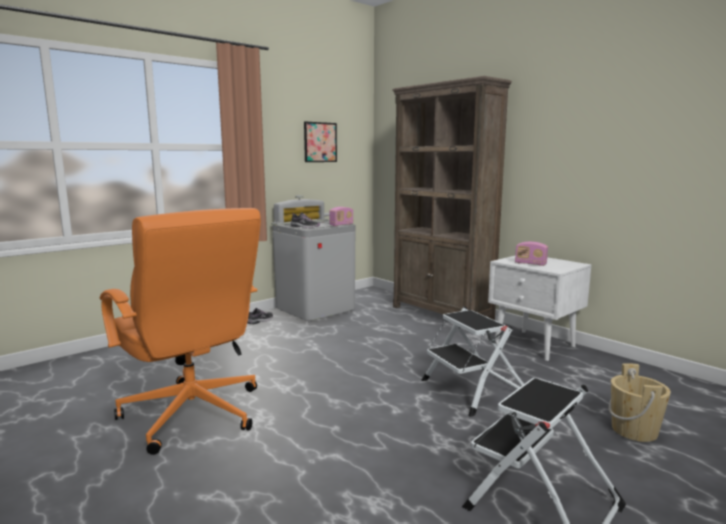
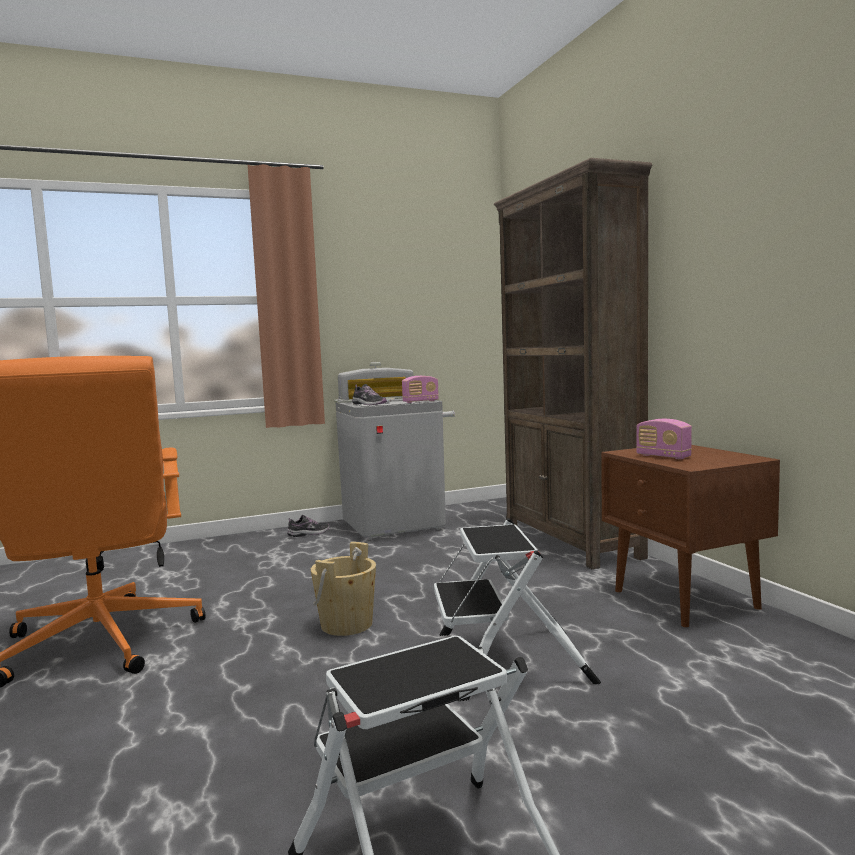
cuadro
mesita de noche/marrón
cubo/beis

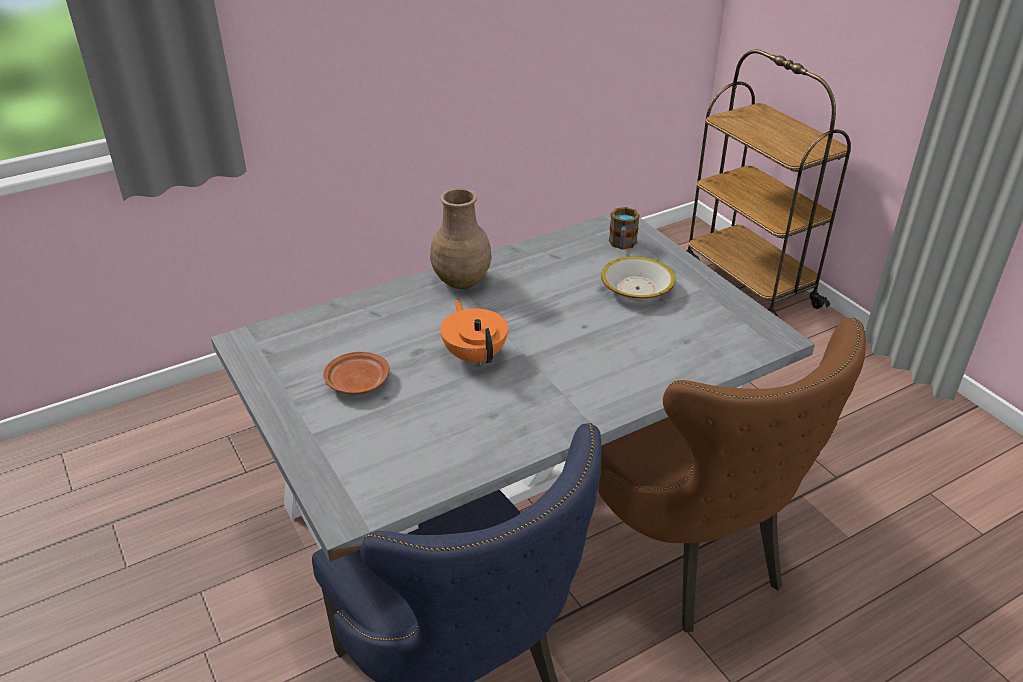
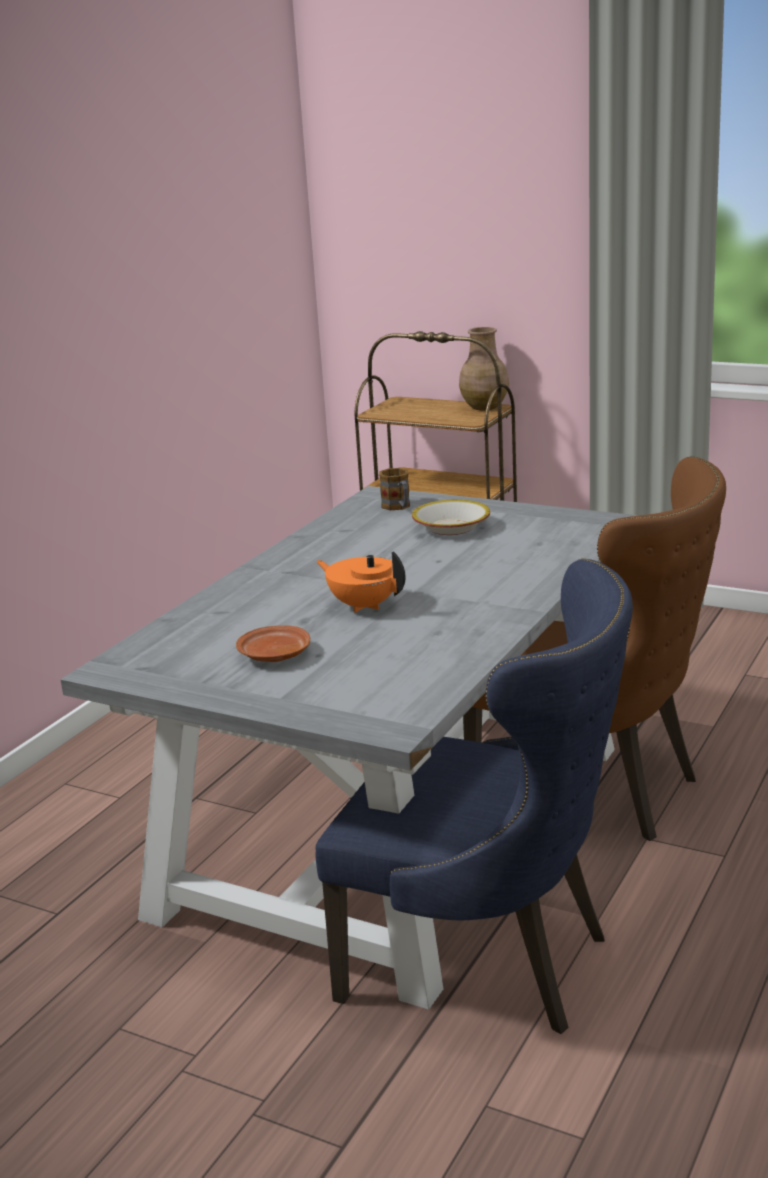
florero/marrón

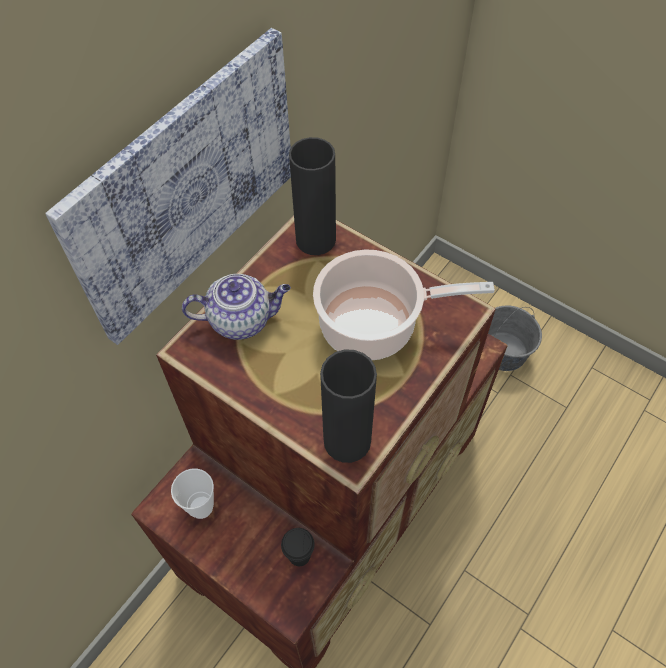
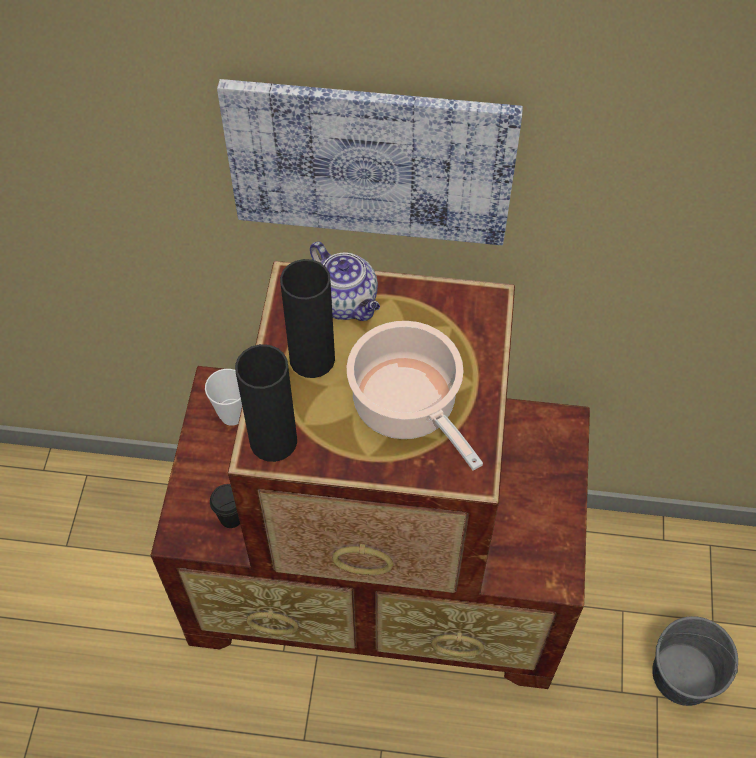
florero/negro (no. 2 from left)

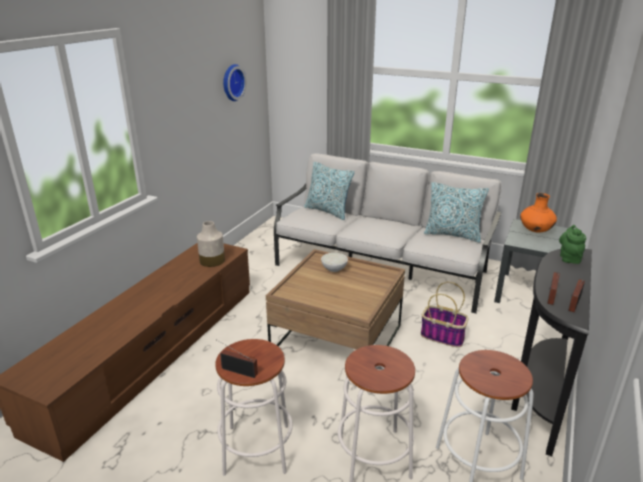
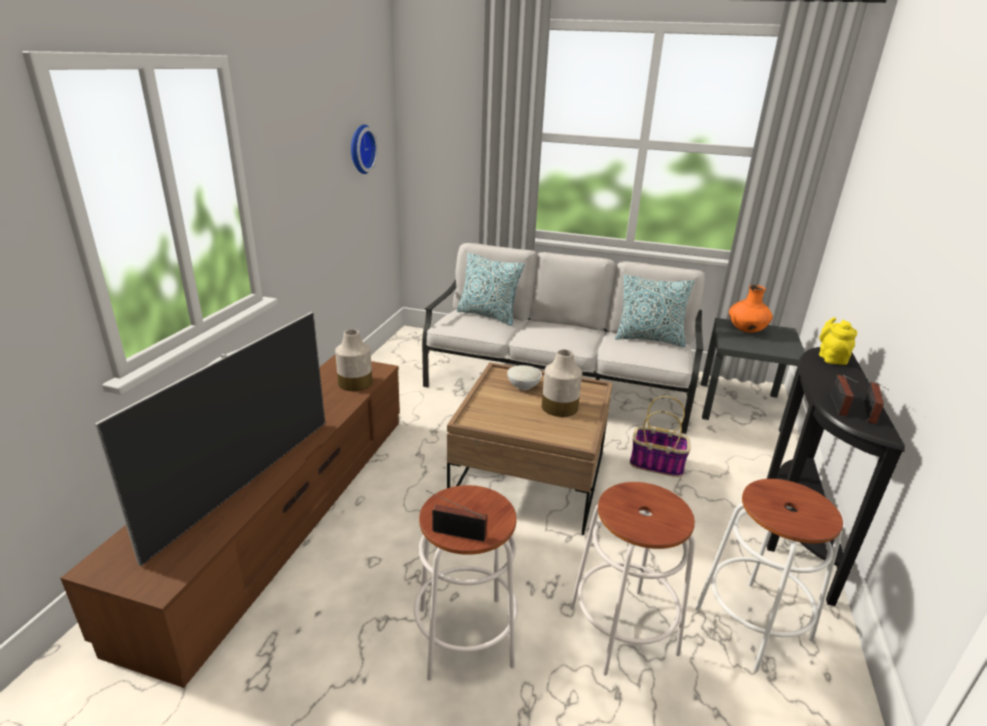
tetera/amarillo
televisor
florero/beis (no. 2 from left)

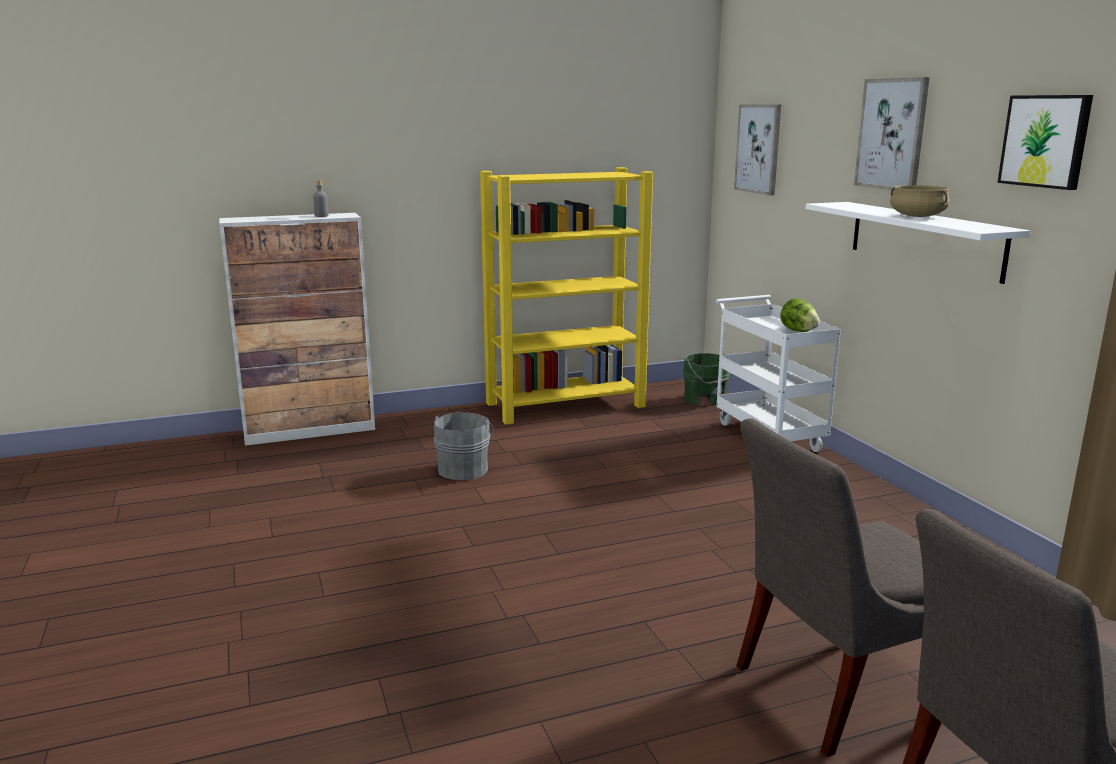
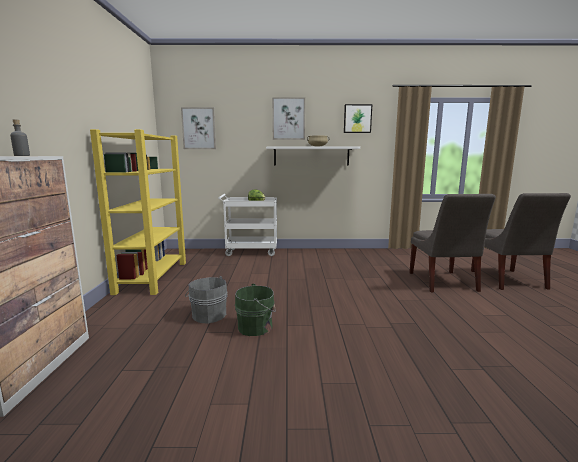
cubo/verde

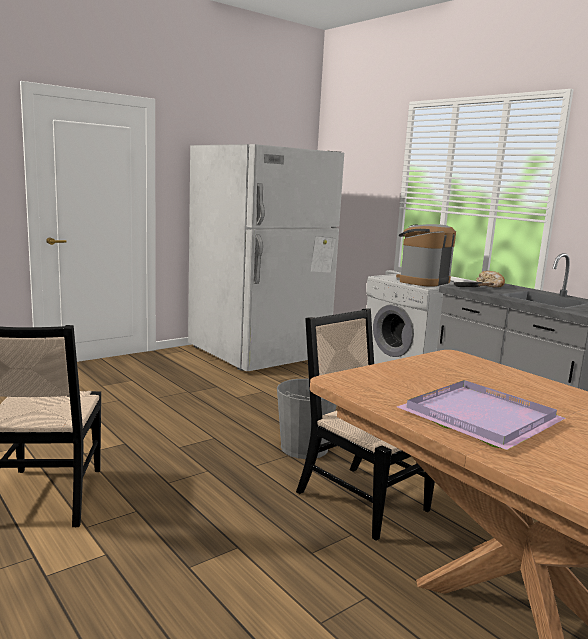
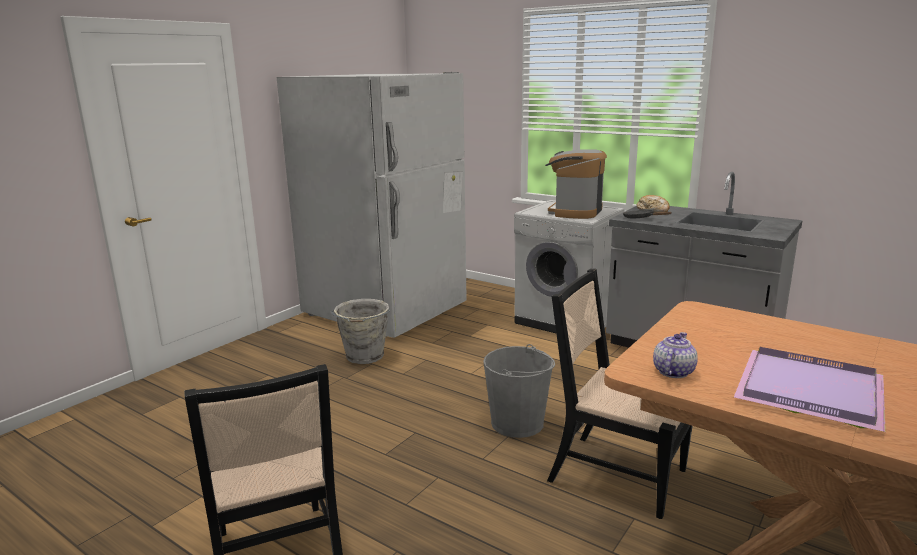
cubo/gris (no. 1 from left)
tetera

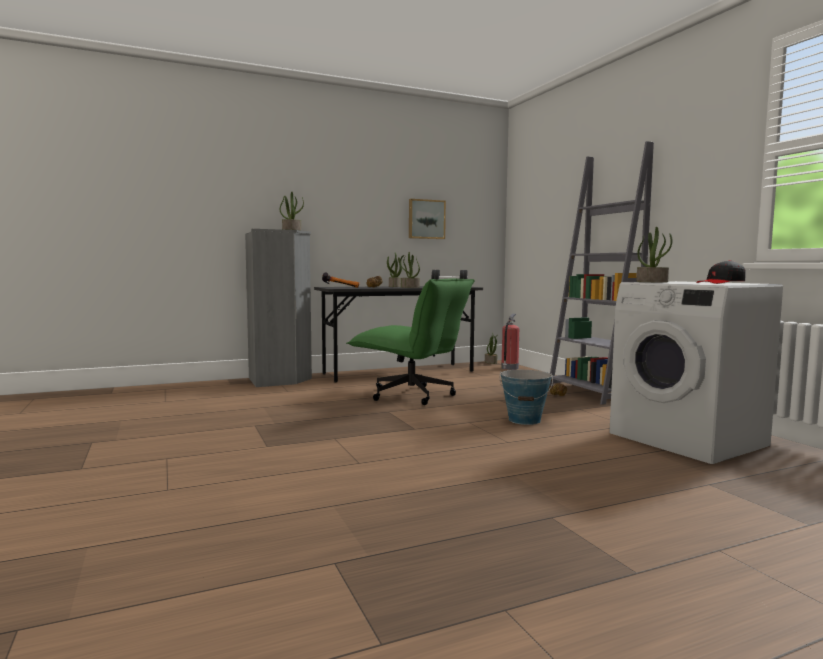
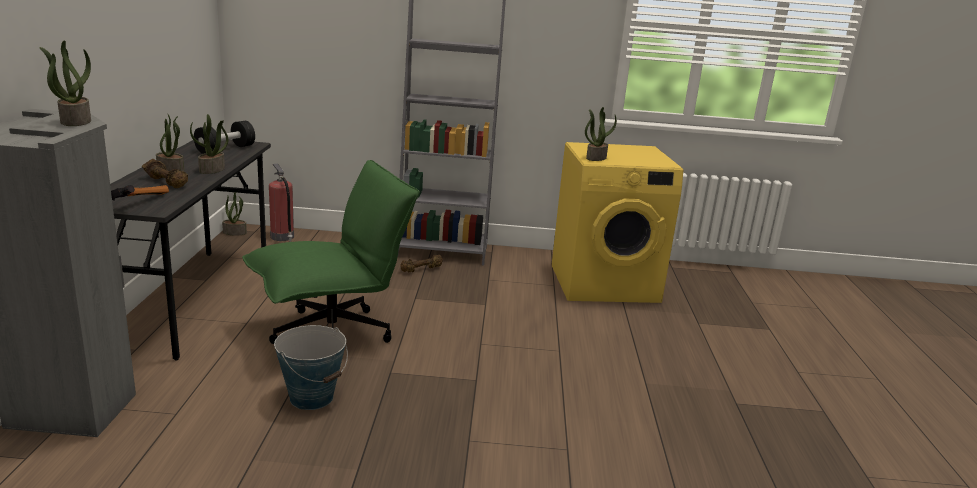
cuadro
gorra/negro
lavadora/amarillo
cubo

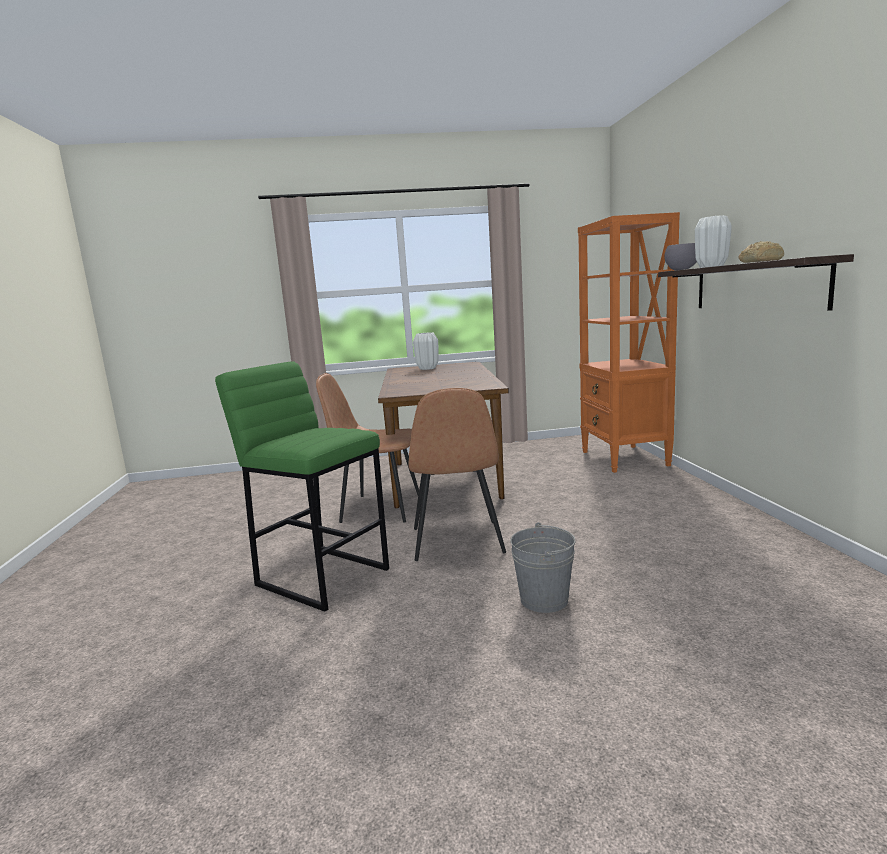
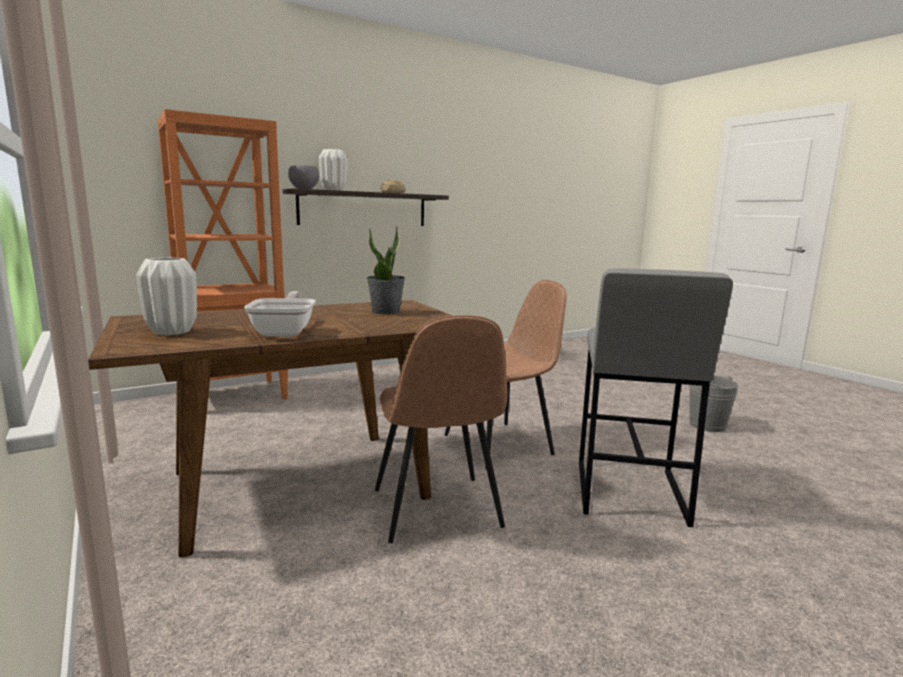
taburete/gris
cubo/gris
planta en maceta
sartén

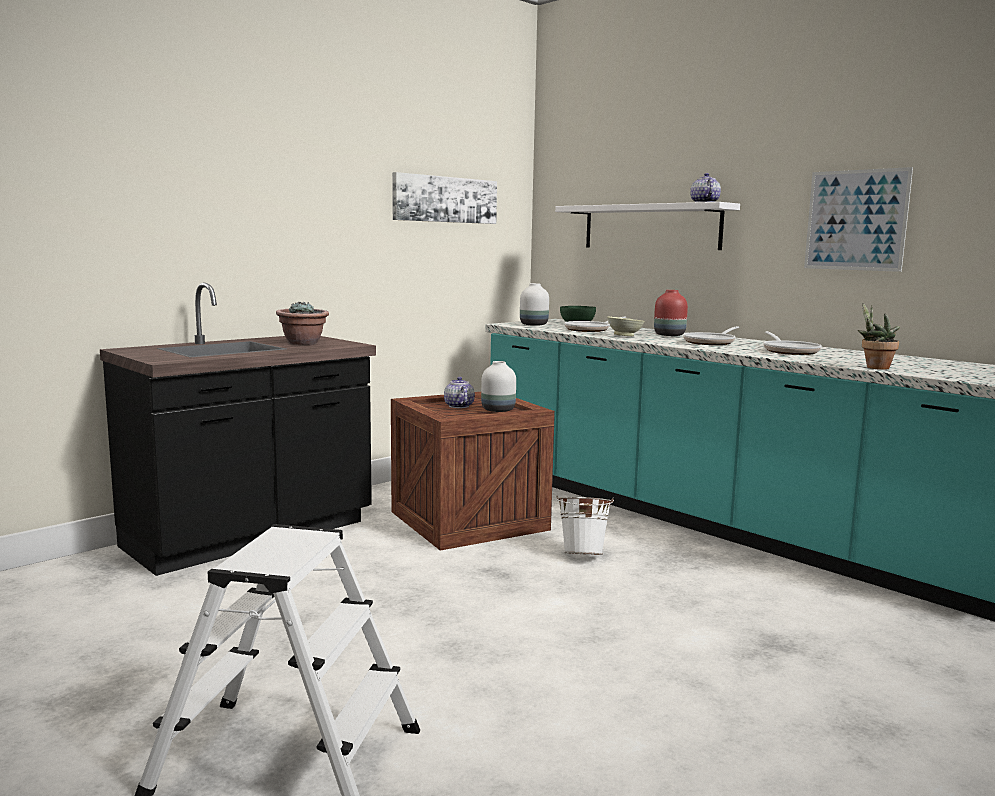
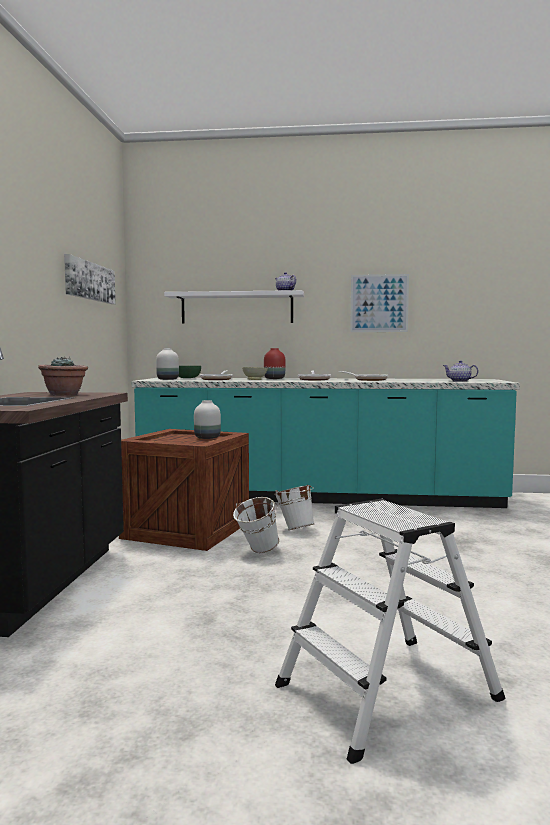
planta en maceta (no. 2 from left in the first image)
tetera (no. 2 from left)
cubo/blanco (no. 1 from left)

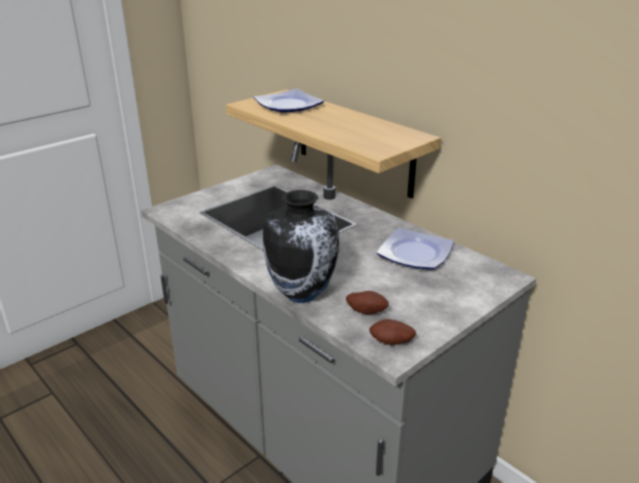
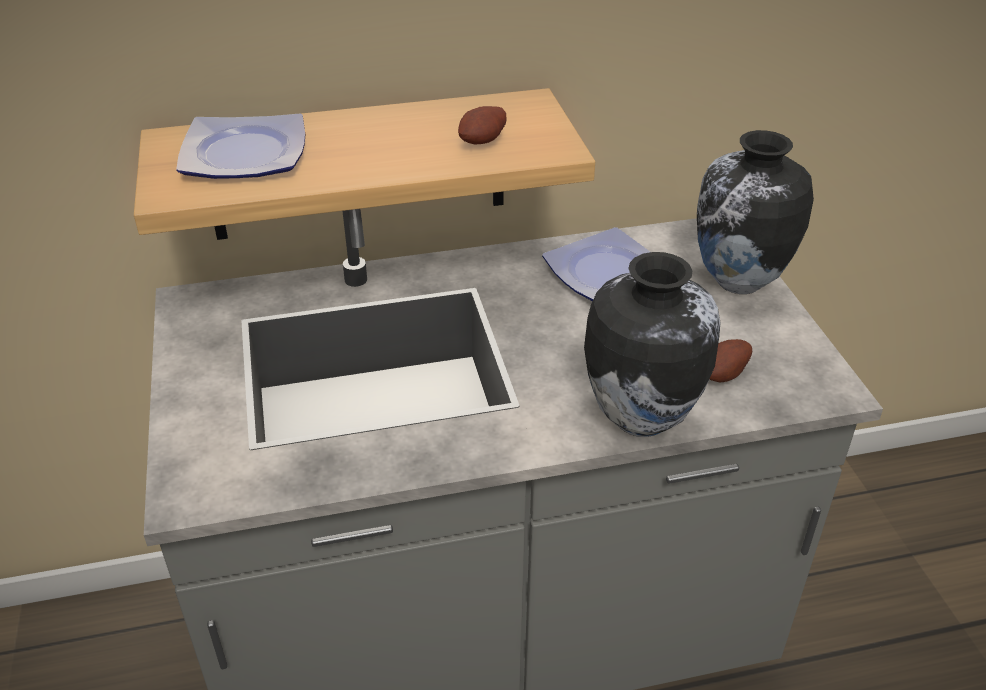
patata (no. 1 from left)
florero (no. 2 from left)

